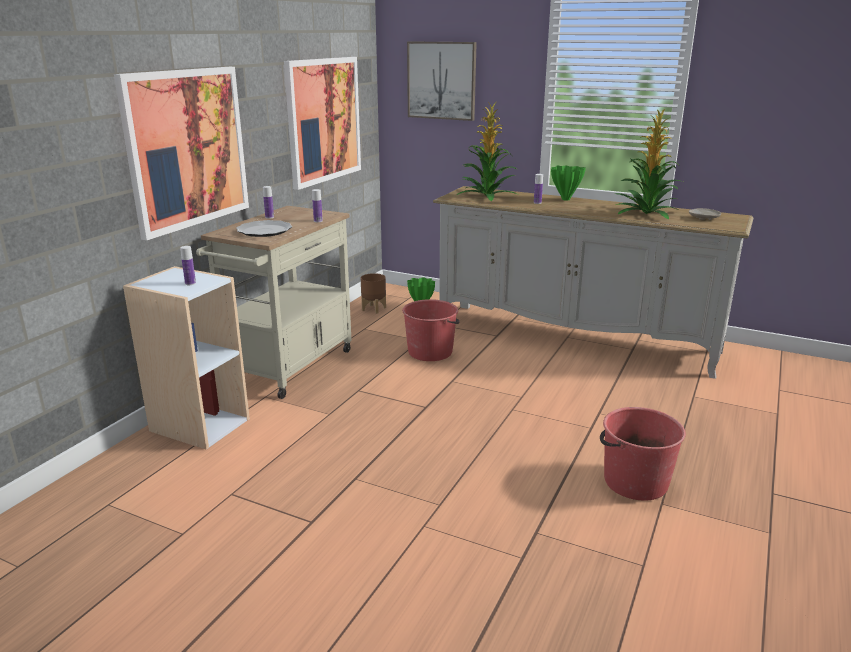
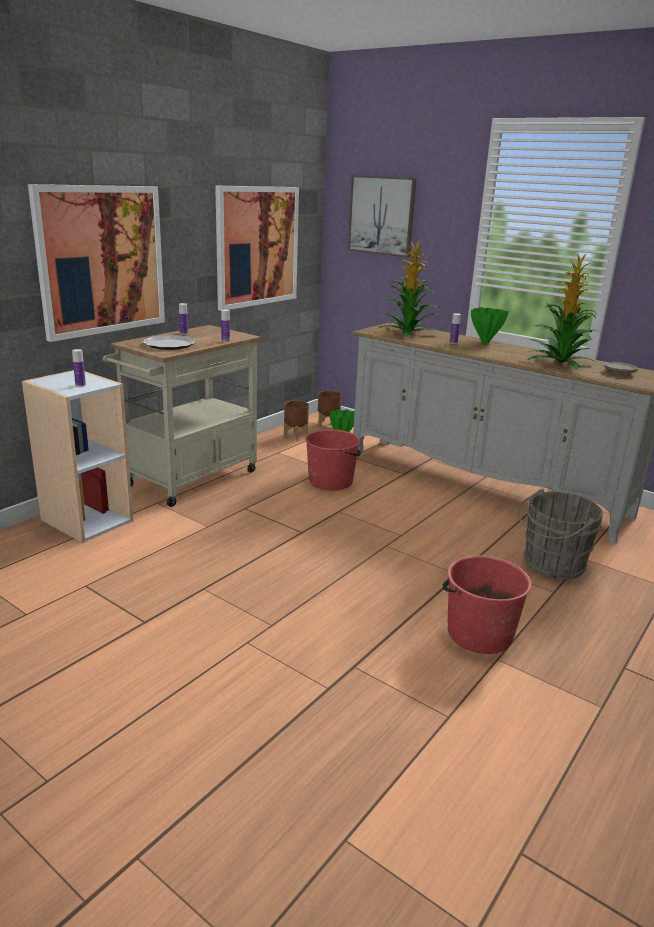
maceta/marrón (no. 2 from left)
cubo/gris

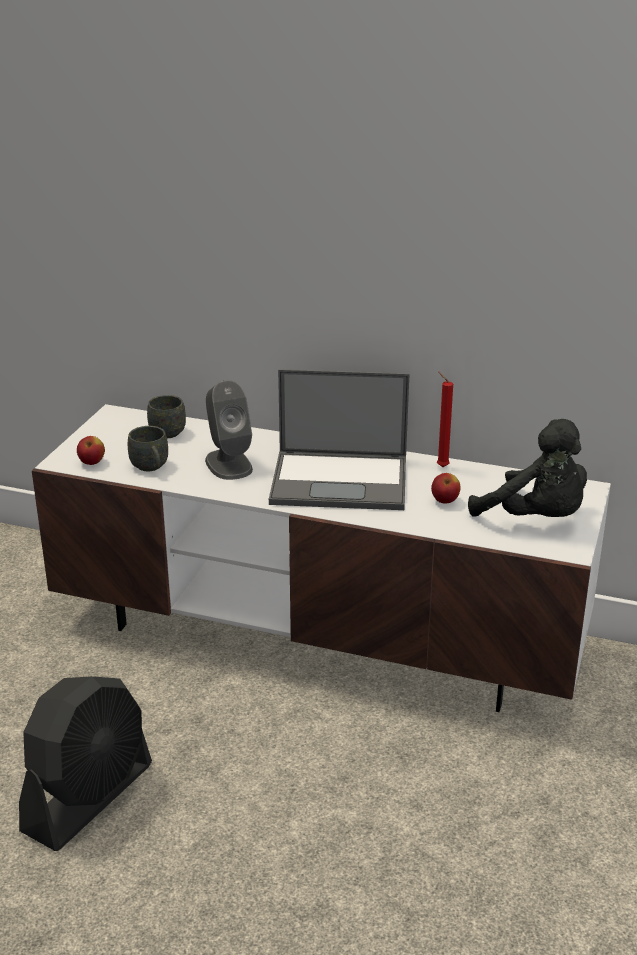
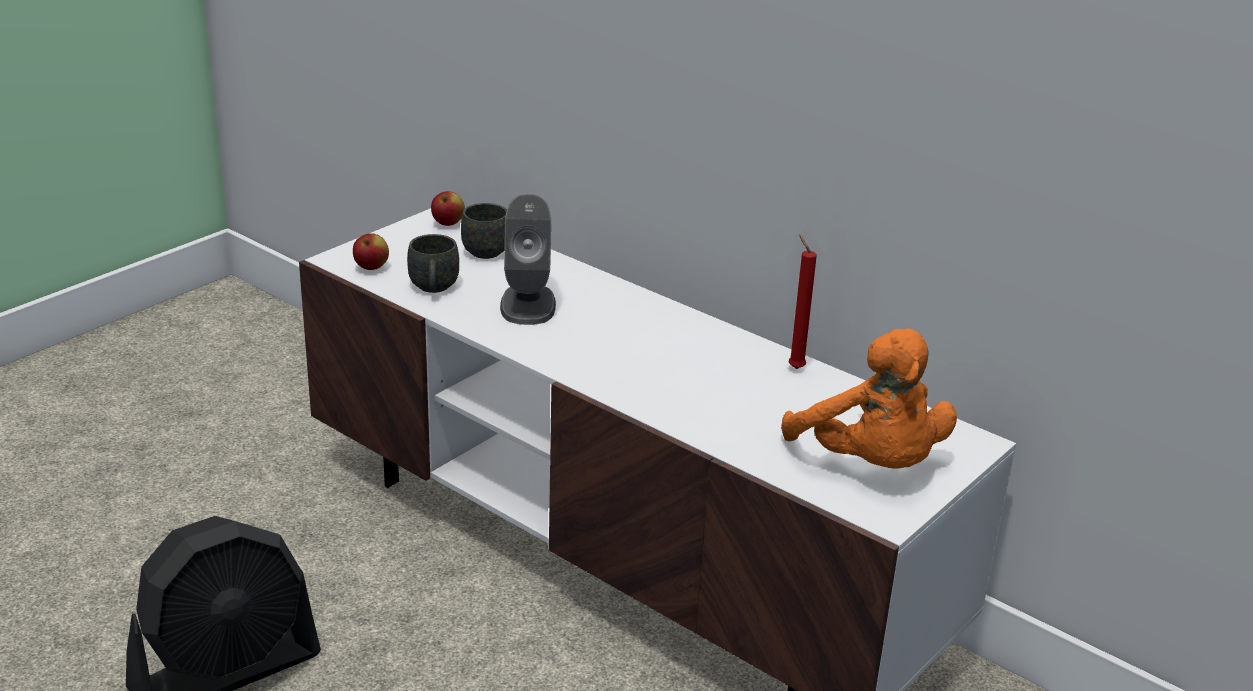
portátil
peluche/naranja
manzana (no. 2 from left)

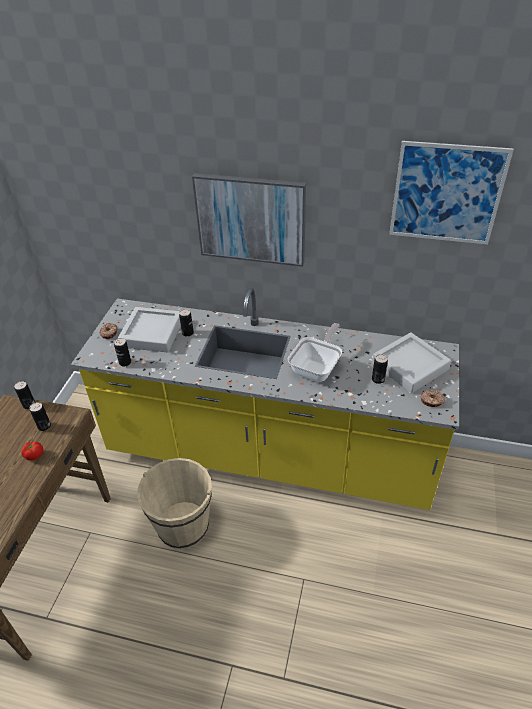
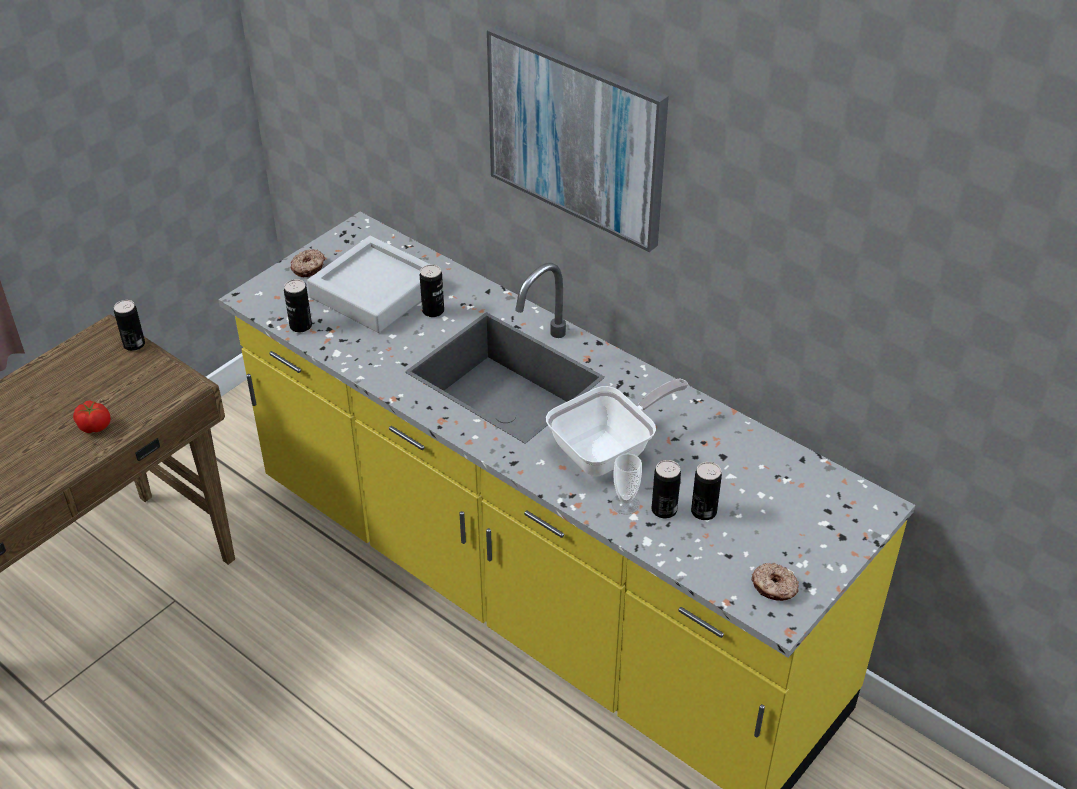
cuadro (no. 2 from left in the first image)
bandeja/gris (no. 2 from left in the first image)
lata (no. 4 from left)
cubo/beis
taza

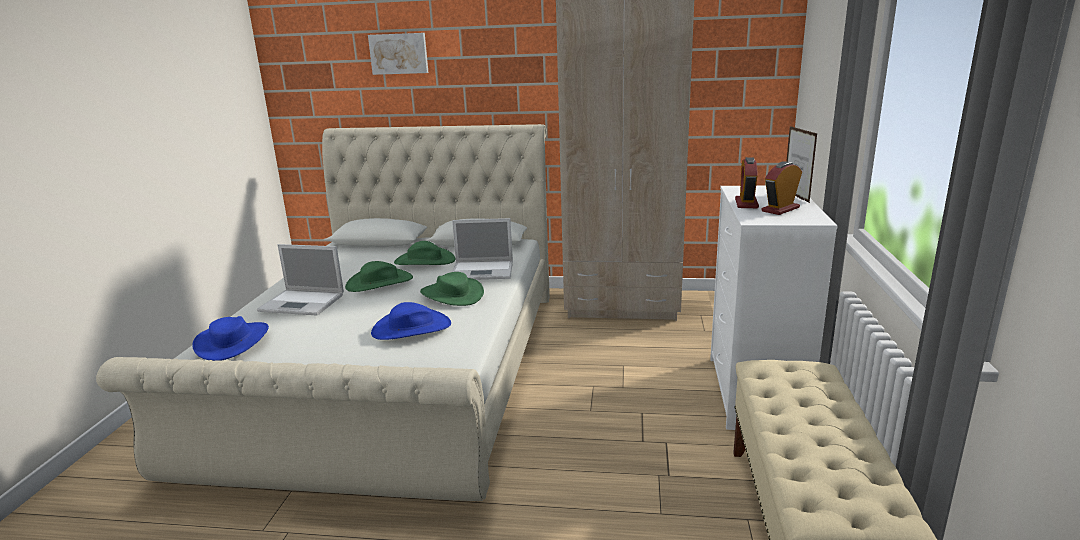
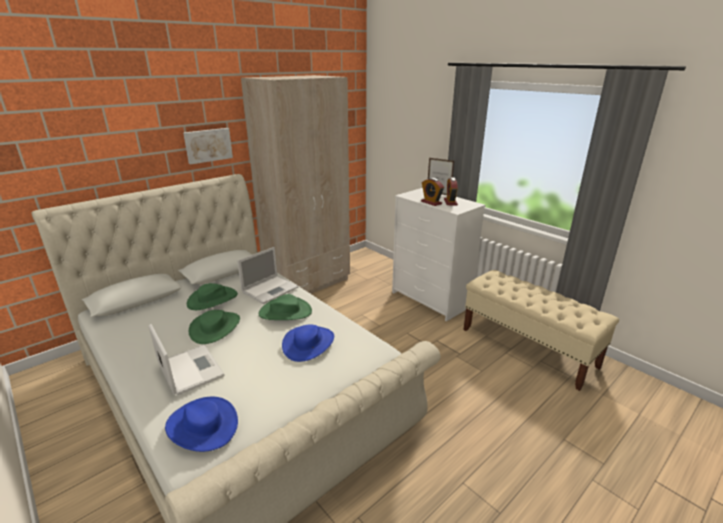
cuadro
portátil (no. 1 from left)

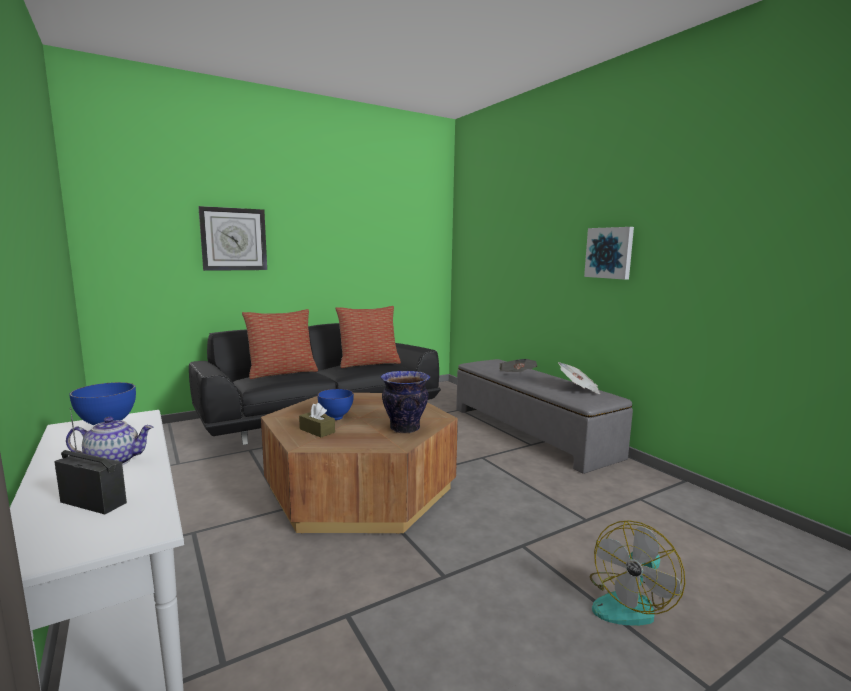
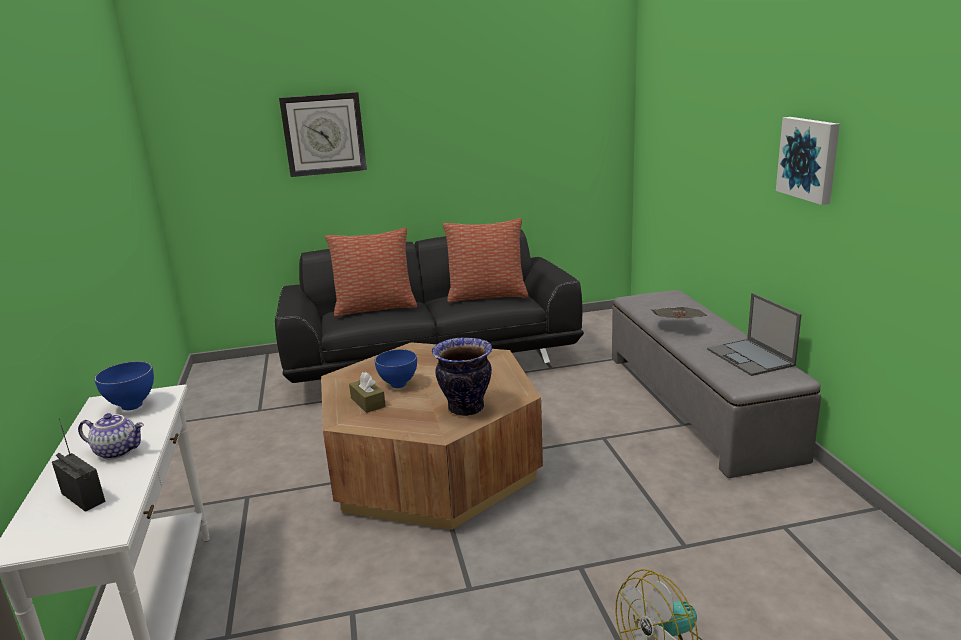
portátil

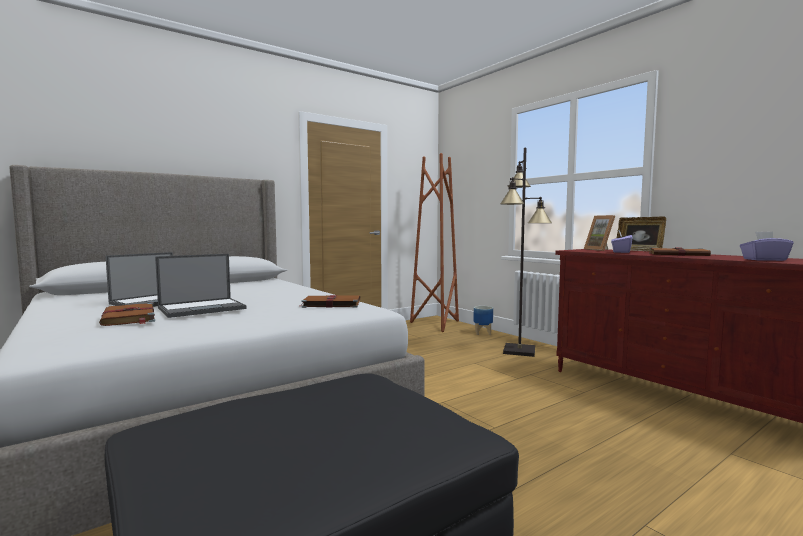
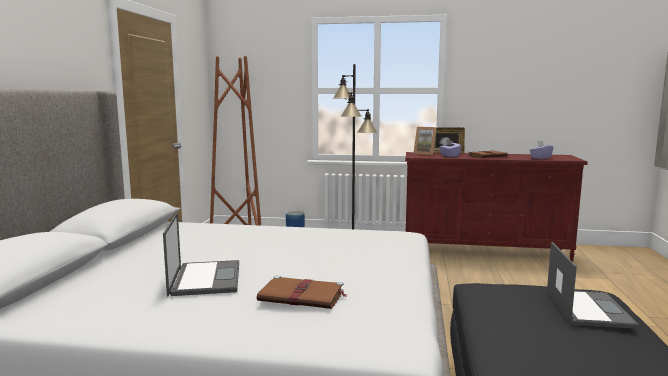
portátil (no. 2 from left)
libro/marrón (no. 2 from left in the first image)

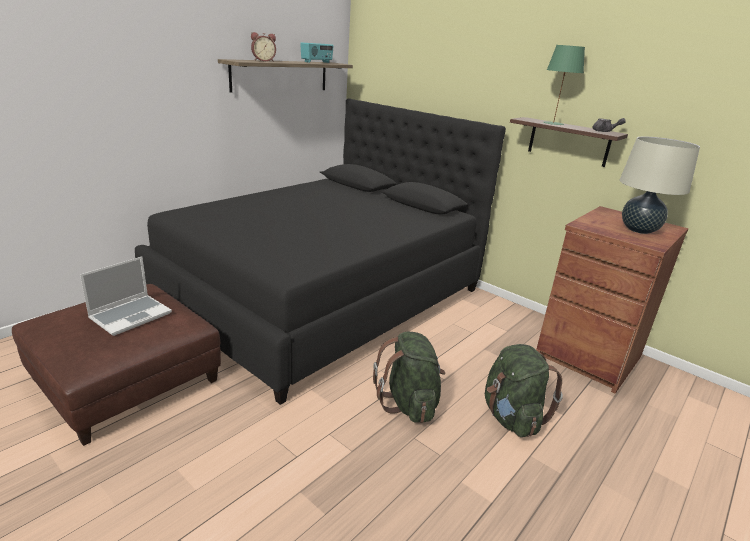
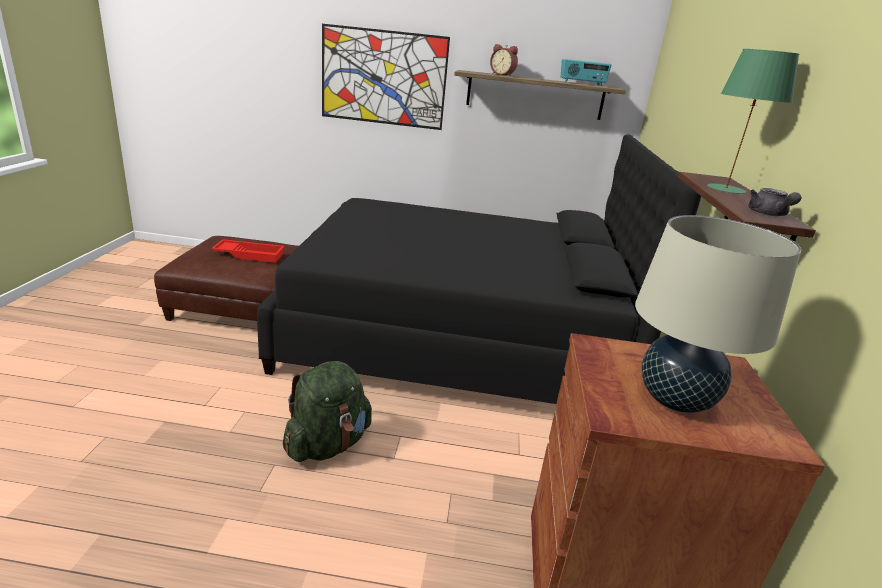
bandeja/rojo
mochila/verde (no. 2 from left in the first image)
cuadro

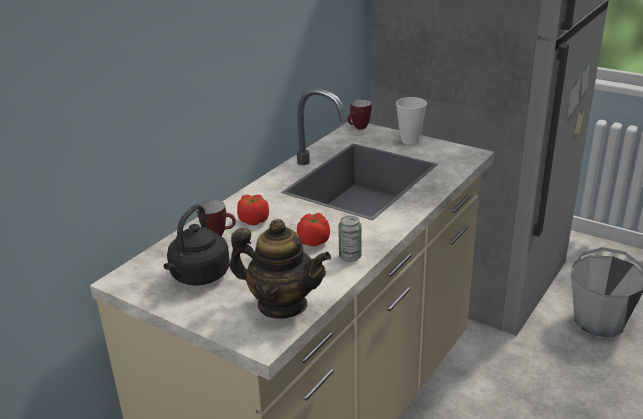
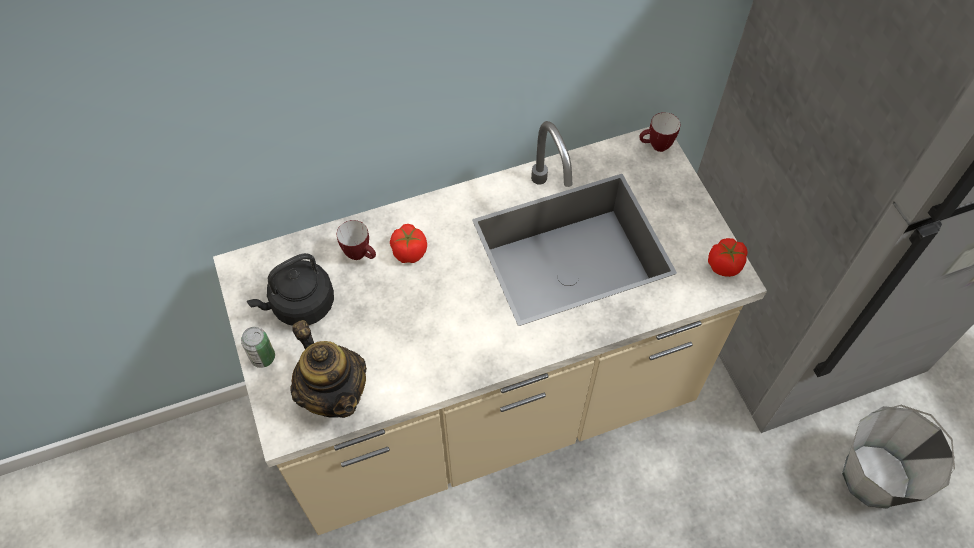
taza
tomate (no. 2 from left)
lata

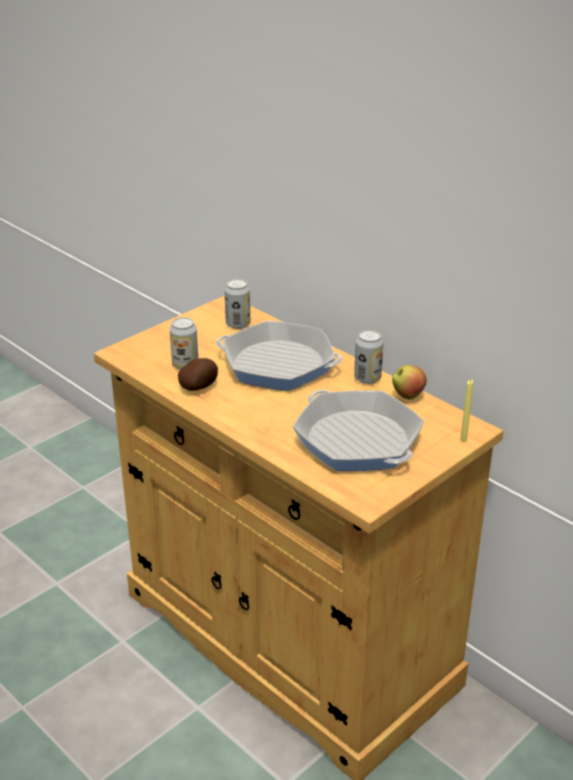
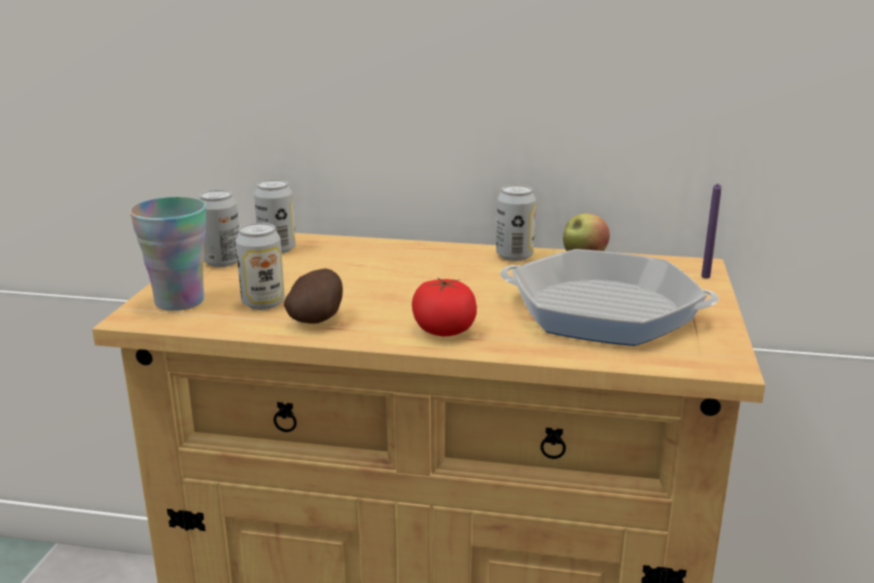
sartén (no. 1 from left in the first image)
vela/morado
lata (no. 1 from left)
taza
tomate

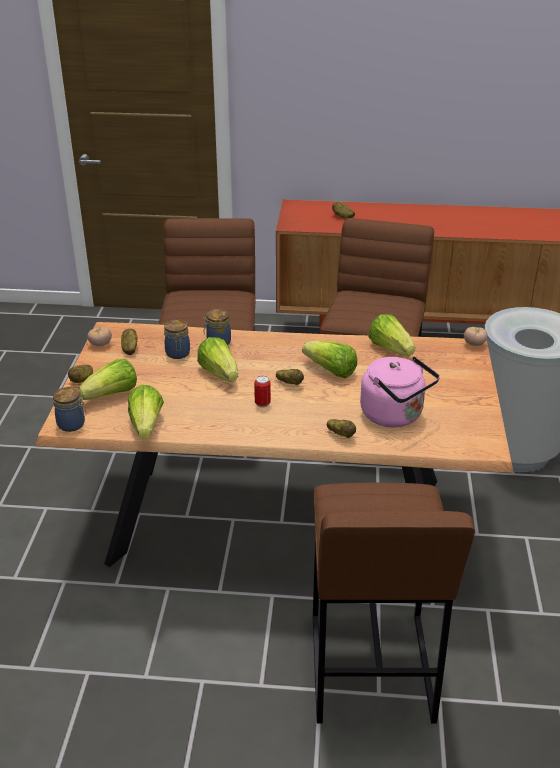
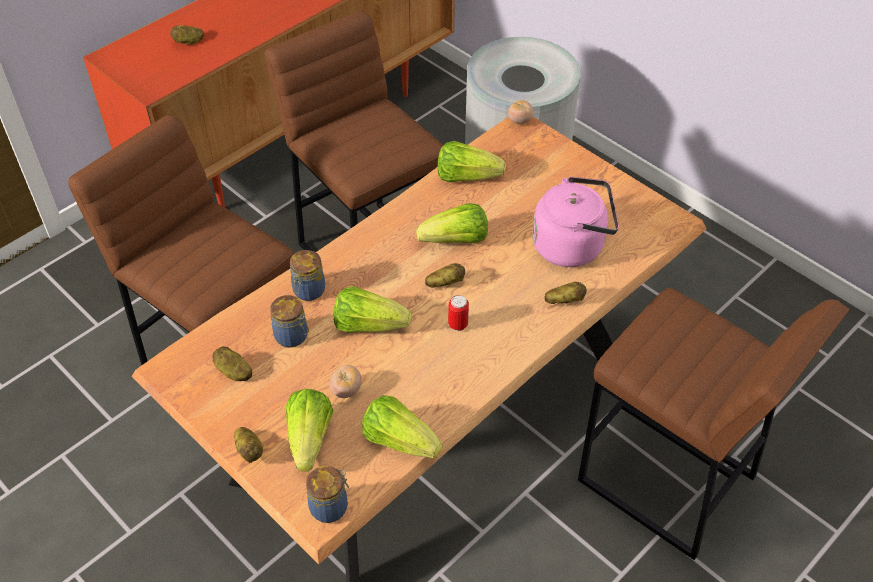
tomate (no. 1 from left)

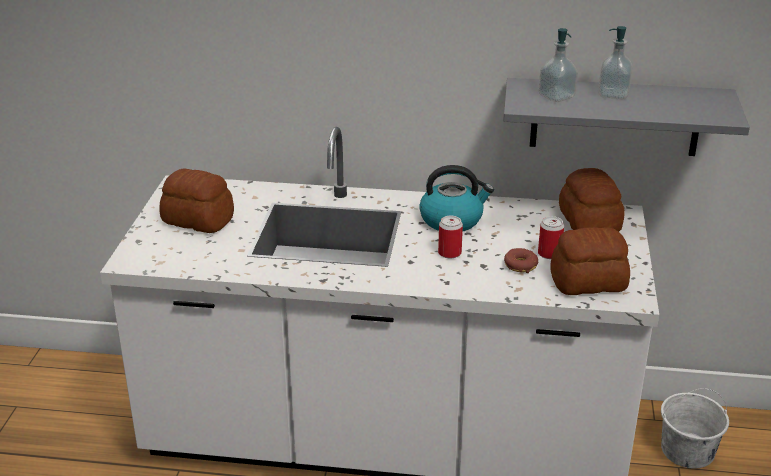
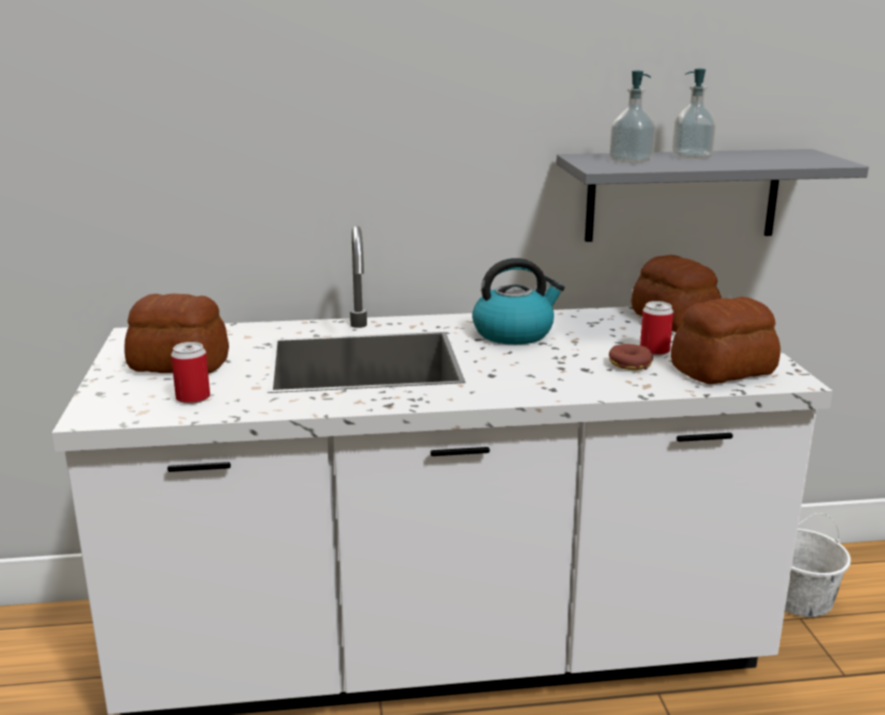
lata (no. 1 from left)

